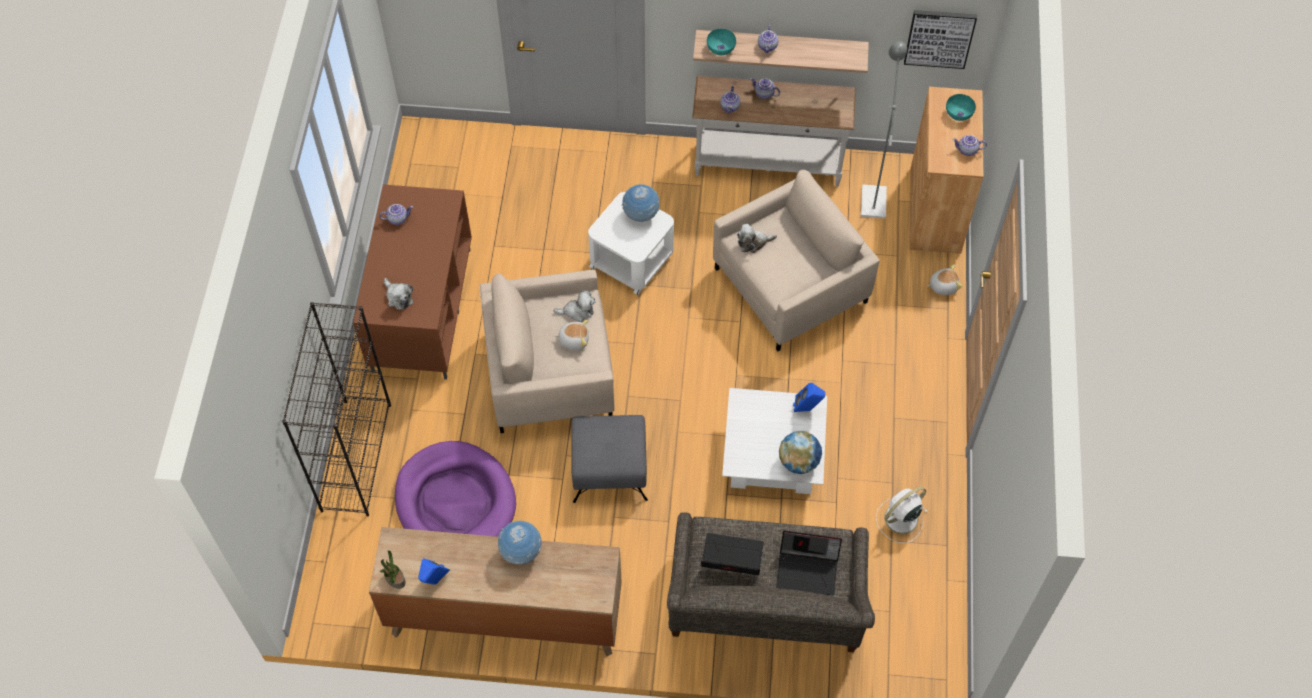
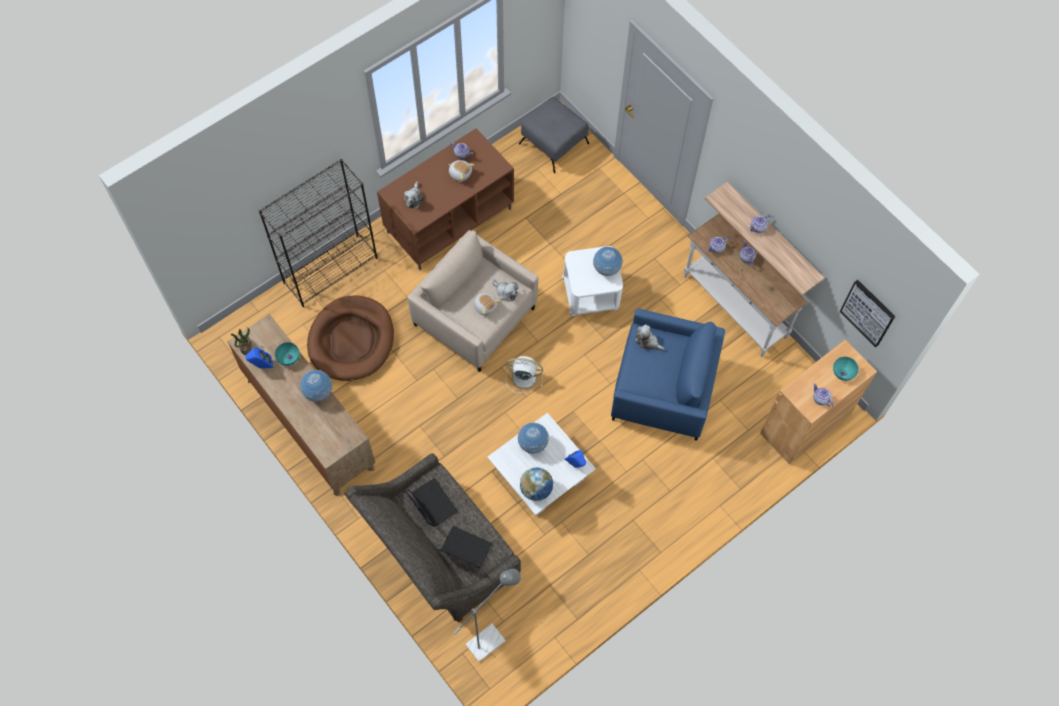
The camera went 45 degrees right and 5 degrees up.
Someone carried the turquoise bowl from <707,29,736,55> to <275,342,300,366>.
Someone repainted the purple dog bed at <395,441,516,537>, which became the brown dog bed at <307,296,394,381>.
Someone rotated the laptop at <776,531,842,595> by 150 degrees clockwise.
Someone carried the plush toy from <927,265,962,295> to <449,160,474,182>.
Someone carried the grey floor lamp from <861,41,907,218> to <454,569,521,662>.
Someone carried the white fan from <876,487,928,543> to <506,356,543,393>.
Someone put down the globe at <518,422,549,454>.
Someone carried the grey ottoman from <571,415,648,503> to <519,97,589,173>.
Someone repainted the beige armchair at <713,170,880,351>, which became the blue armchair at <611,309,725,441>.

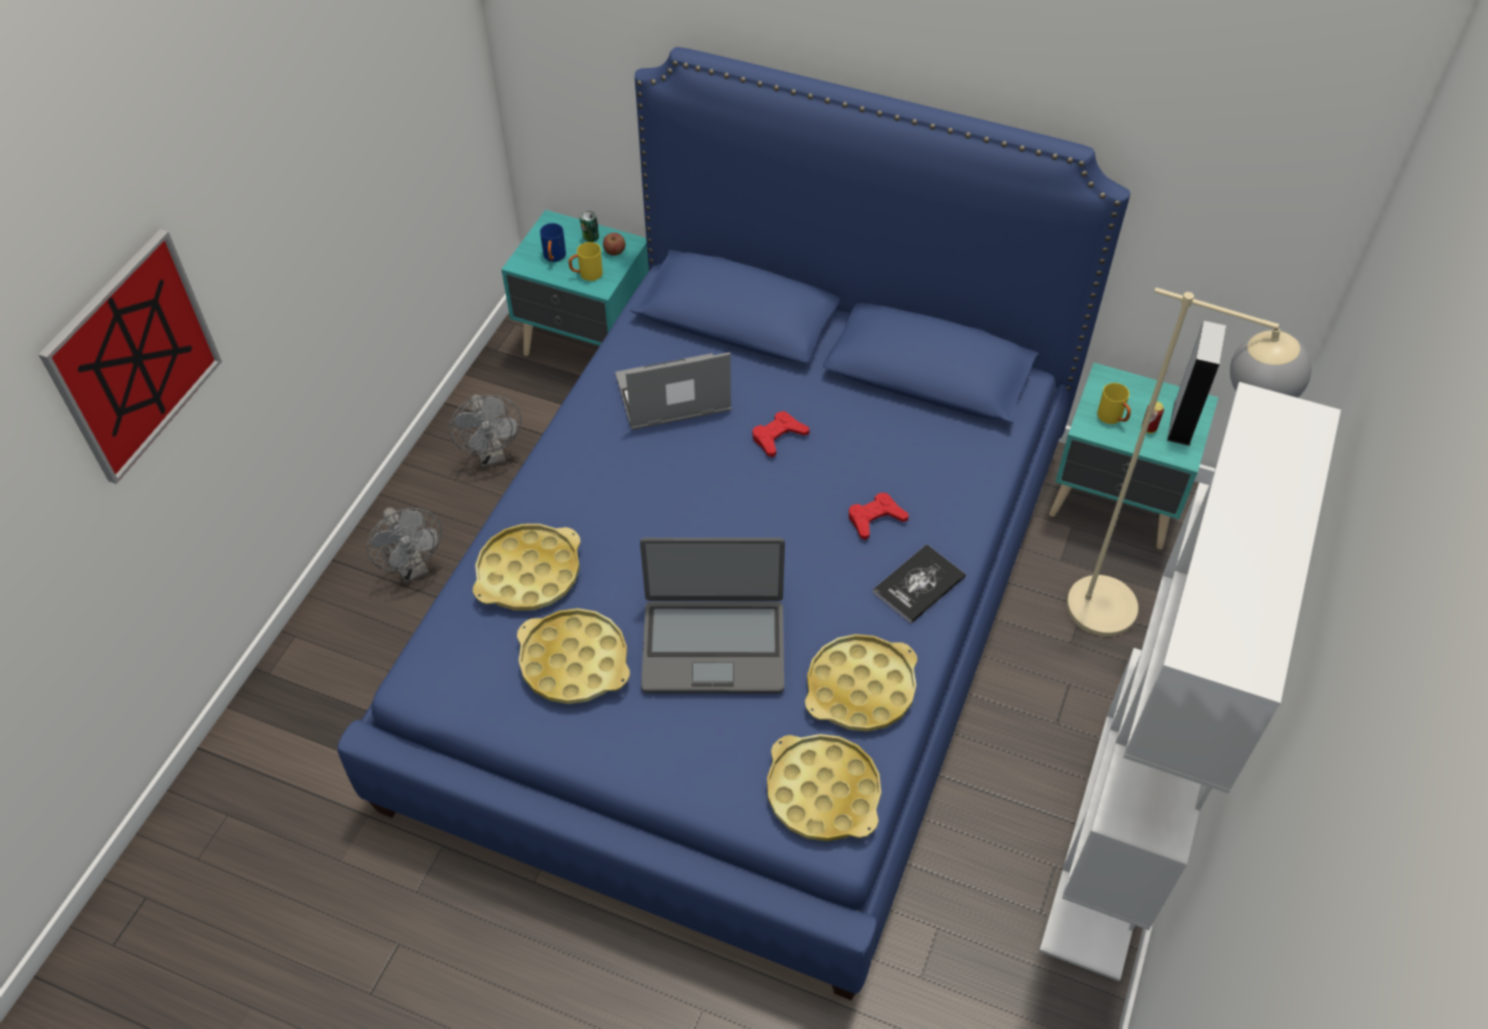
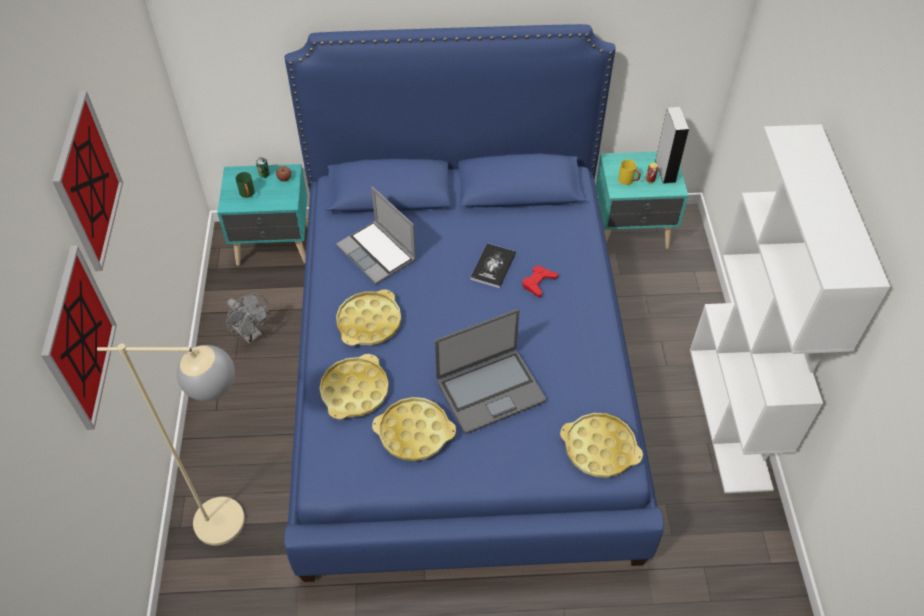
The camera went 25 degrees left and 0 degrees up.
Someone put up the picture at <52,91,123,271>.
Someone carried the beige floor lamp from <1067,288,1312,637> to <97,344,245,546>.
Someone repainted the blue mug at <540,223,566,262>, which became the green mug at <235,172,255,198>.
Someone rotated the laptop at <615,352,731,430> by 90 degrees counterclockwise.
Someone carried the yellow tray from <805,634,917,732> to <336,289,401,346>.
Someone carried the book from <873,544,966,624> to <470,243,516,288>.
Someone took away the grey fan at <367,508,442,583>.
Someone took away the yellow mug at <569,242,603,281>.
Someone took away the red game controller at <752,411,810,457>.

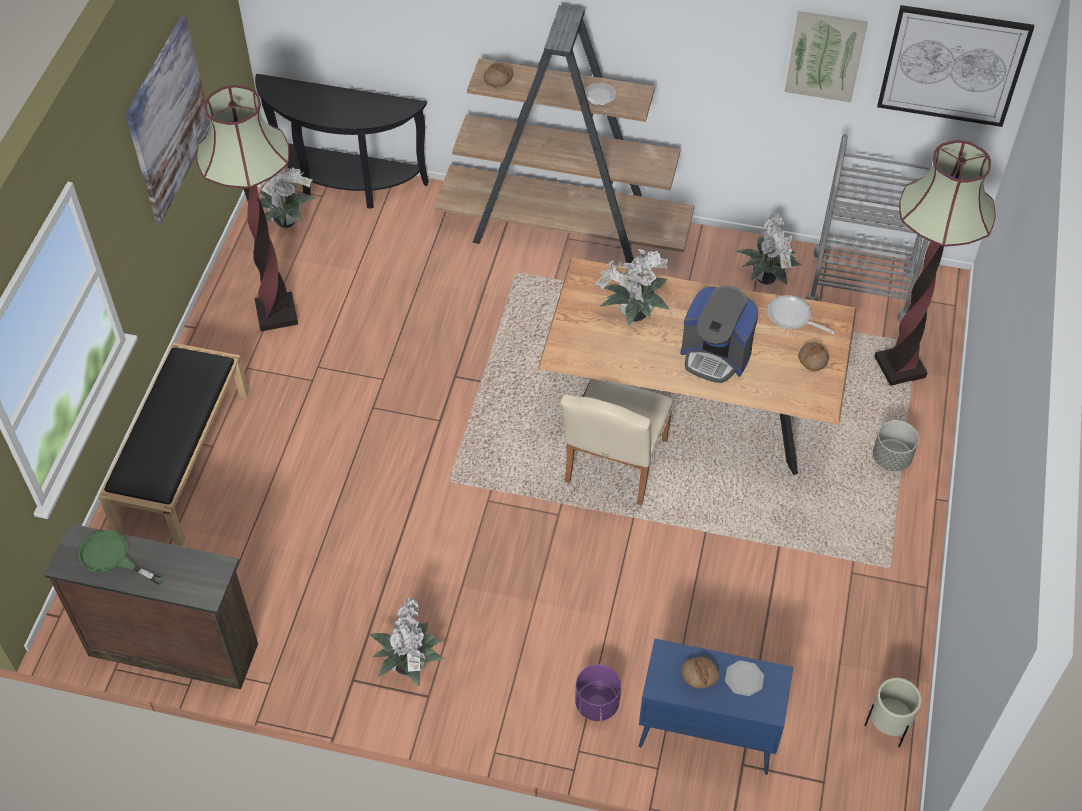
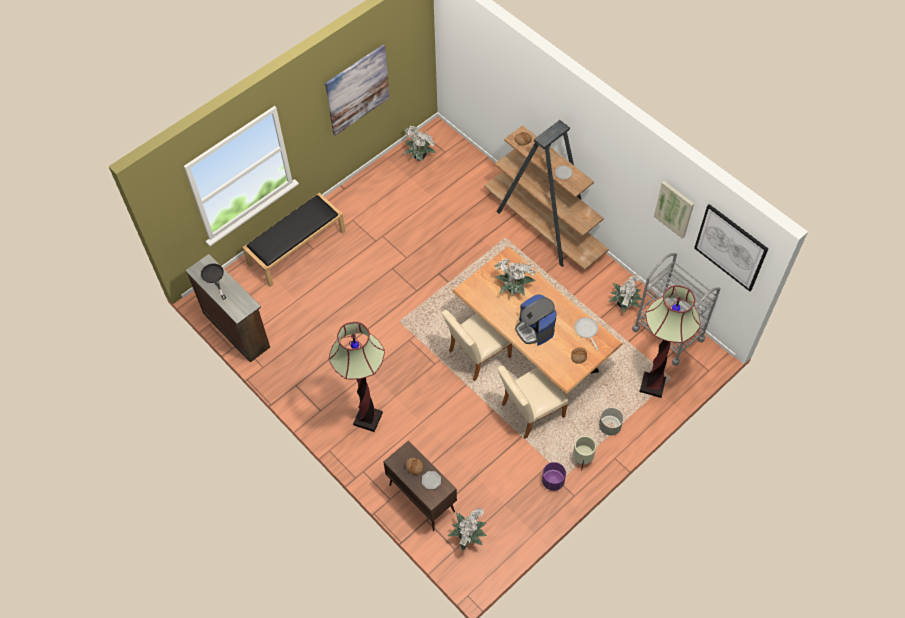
The camera went 35 degrees right and 5 degrees up.
Someone repainted the green frying pan at <78,530,163,585>, which became the black frying pan at <201,264,226,300>.
Someone carried the floor lamp from <196,85,298,331> to <329,322,385,432>.
Someone repainted the blue cabinet at <639,639,793,775>, which became the brown cabinet at <383,440,457,531>.
Someone carried the potted plant from <369,598,444,687> to <448,508,487,552>.
Someone put down the beige chair at <497,366,568,439>.
Someone carried the purple planter from <575,664,621,721> to <542,462,566,491>.
Someone carried the beige planter from <865,678,922,747> to <573,436,596,471>.
Someone took away the black console table at <255,74,429,209>.

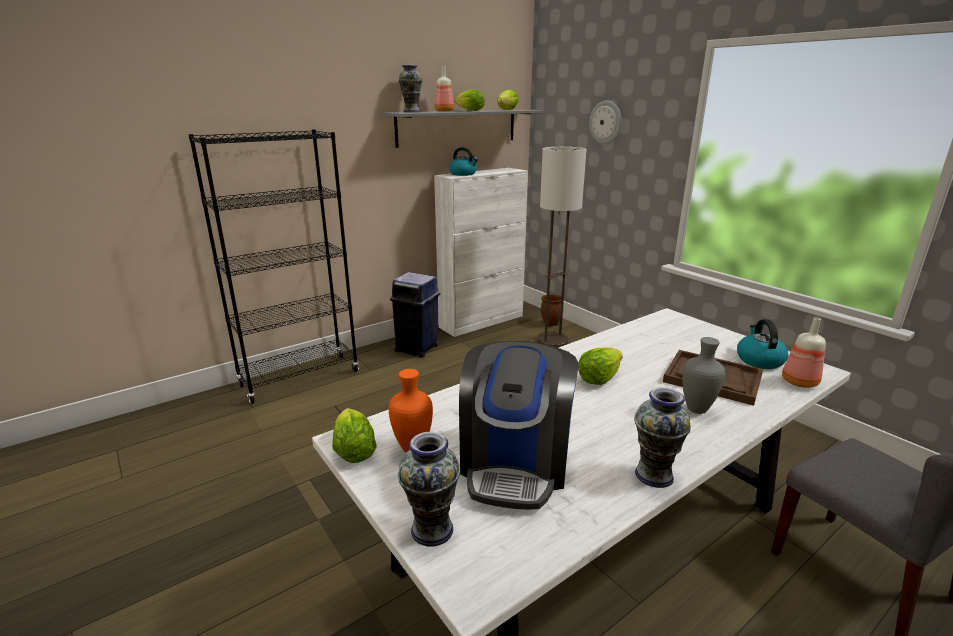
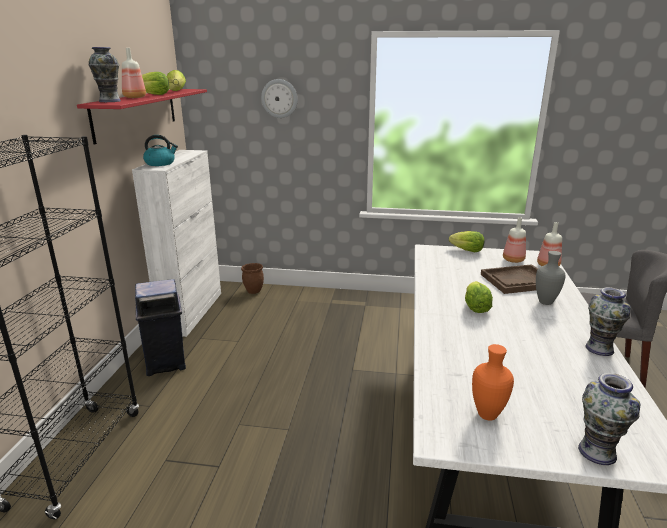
The camera went 45 degrees left and 0 degrees up.
Someone repainted the grey shelf at <382,109,543,148>, which became the red shelf at <77,89,207,145>.
Someone carried the lettuce from <332,408,377,463> to <449,231,485,252>.
Someone swapped the kettle at <737,319,788,369> for the bottle at <503,217,526,263>.
Someone took away the coffee machine at <459,341,578,510>.
Someone took away the floor lamp at <537,147,587,347>.

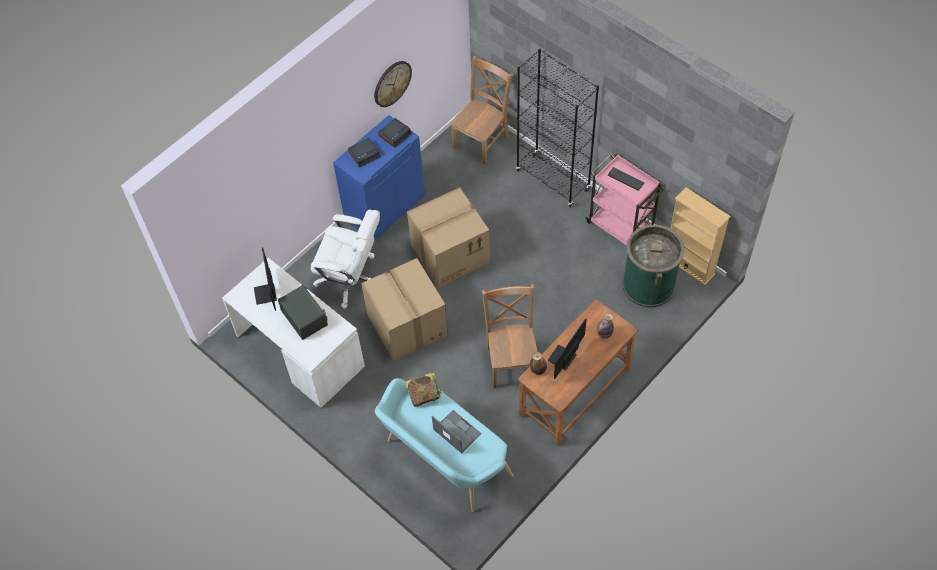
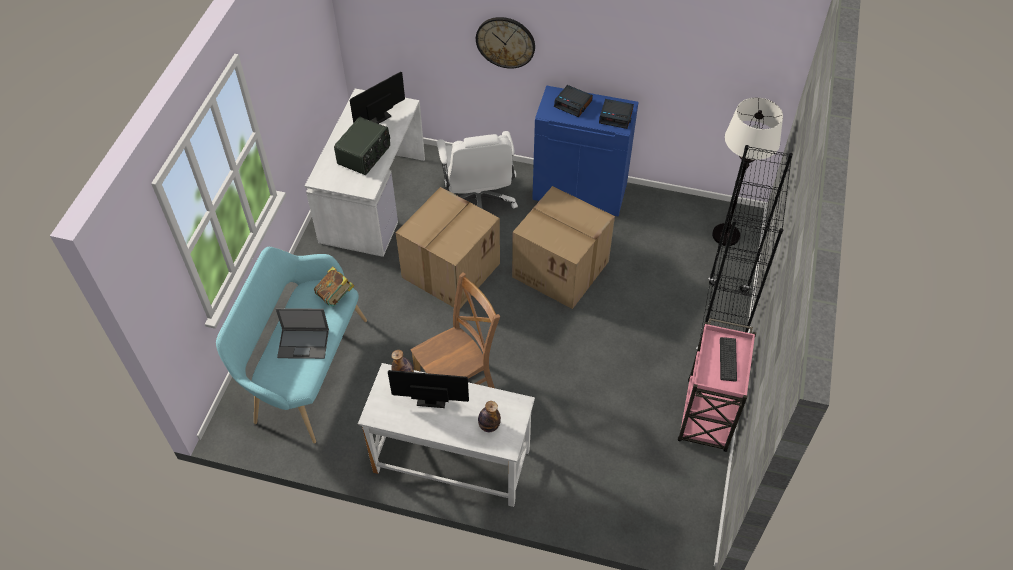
The camera went 60 degrees right and 5 degrees down.
Someone rotated the laptop at <432,410,482,453> by 75 degrees clockwise.
Someone repainted the brown desk at <517,299,639,446>, which became the white desk at <358,363,535,507>.
Someone carried the wall clock from <374,61,412,107> to <476,17,535,69>.
Someone swapped the brown chair at <450,56,513,165> for the white floor lamp at <712,97,783,246>.
Someone took away the green trash can at <623,225,684,308>.
Someone took away the beige bookcase at <670,187,731,285>.

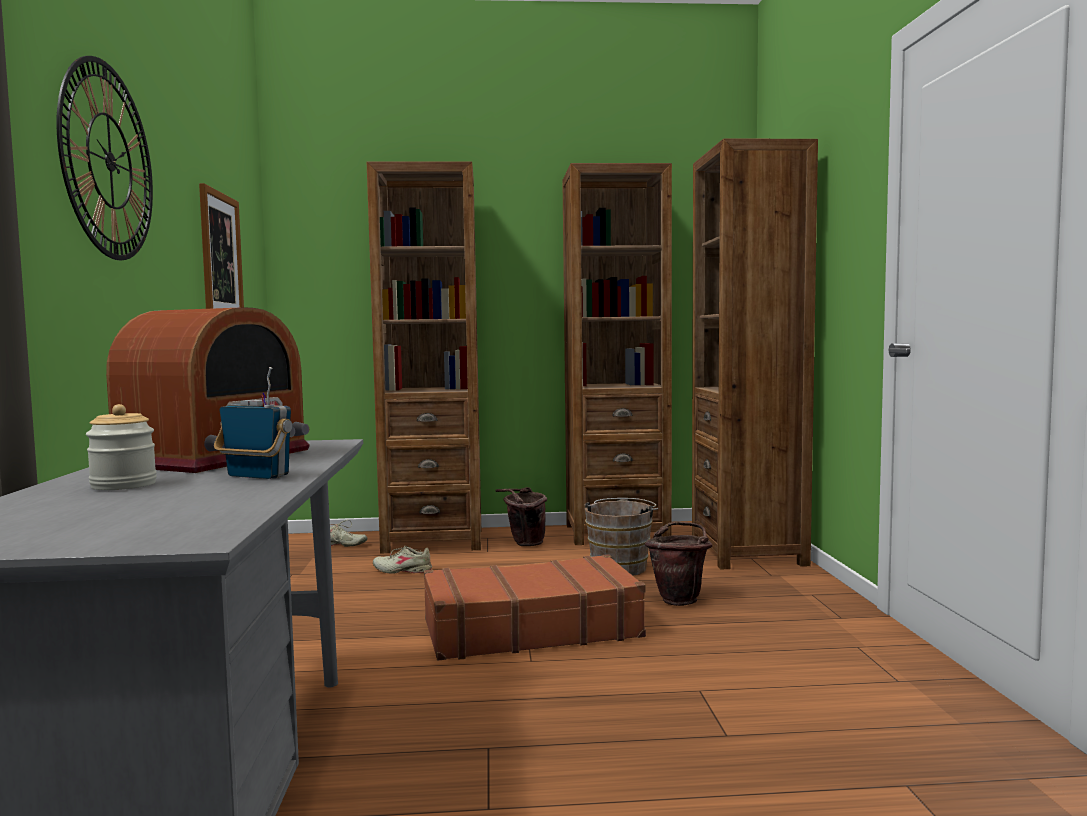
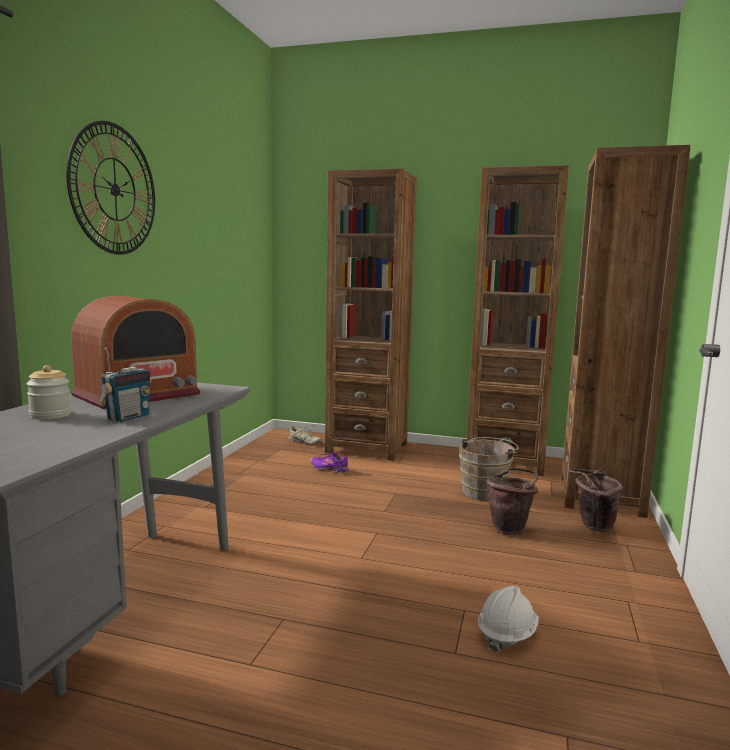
The camera went 20 degrees right and 5 degrees up.
Someone rotated the radio at <214,367,292,479> by 75 degrees clockwise.
Someone repainted the beige shoe at <373,546,432,574>, which became the purple shoe at <311,452,349,473>.
Someone put down the white hard hat at <478,586,539,652>.
Someone carried the brown bucket from <495,487,547,546> to <567,469,623,532>.
Someone took away the picture at <199,183,244,309>.
Someone took away the brown suitcase at <424,554,646,661>.

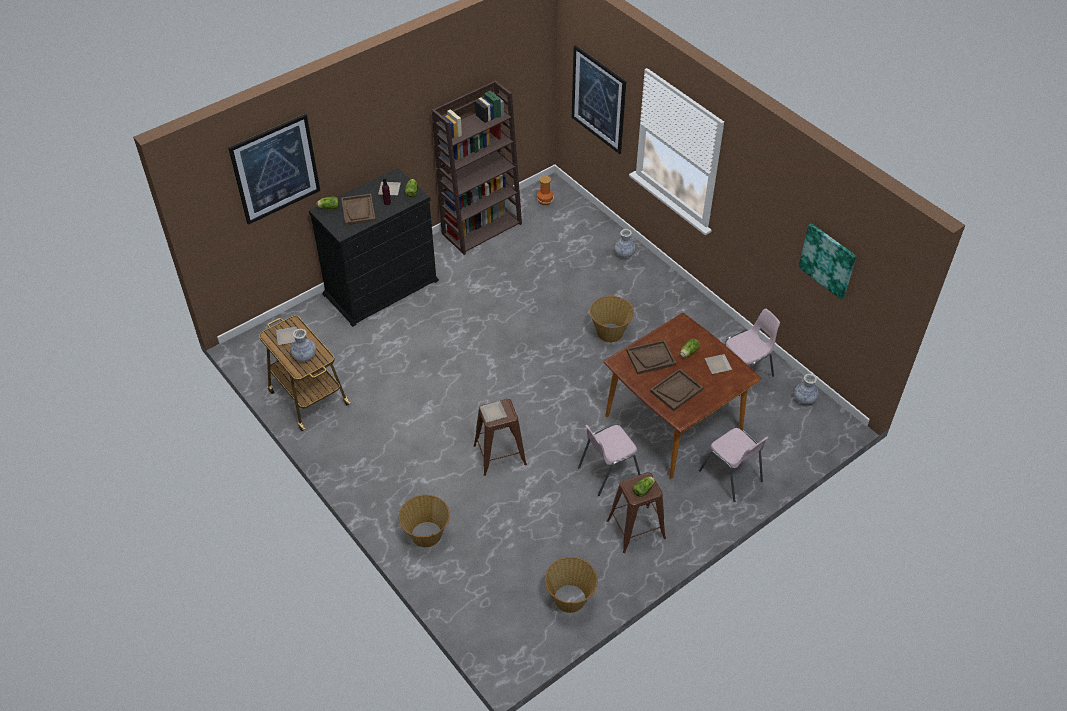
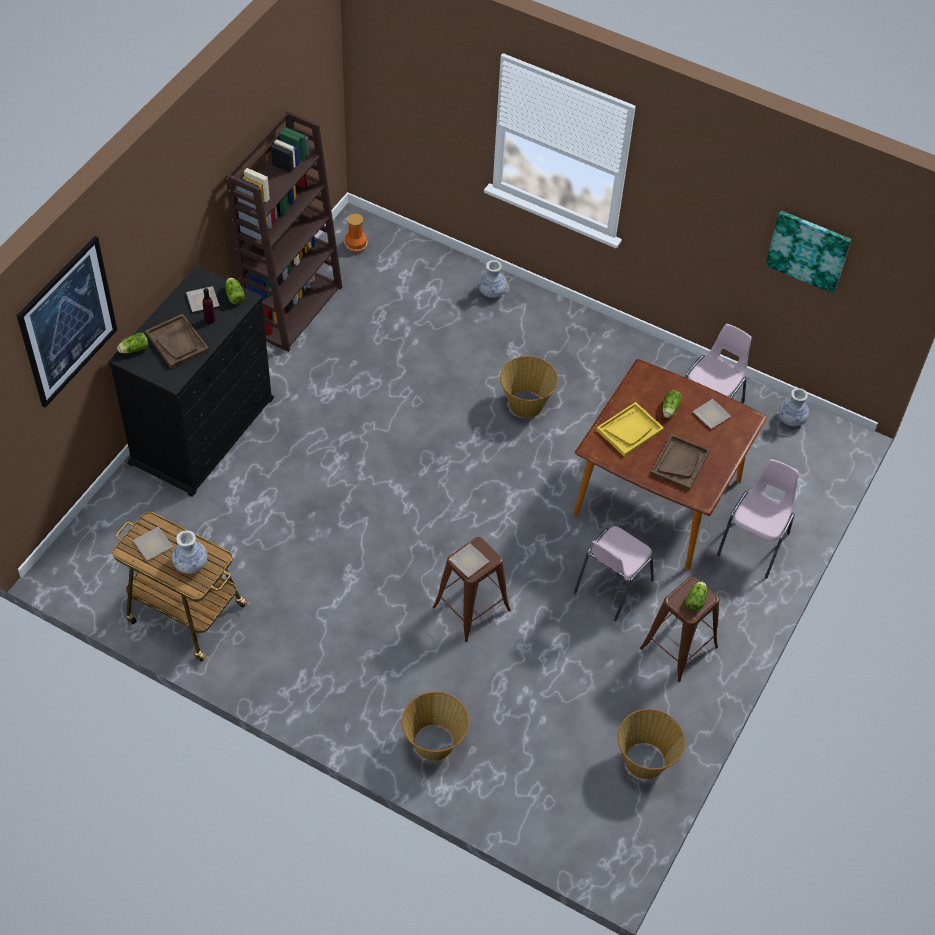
The camera went 25 degrees left and 5 degrees up.
Someone repainted the brown tray at <626,340,676,375>, which became the yellow tray at <596,402,664,457>.
Someone rotated the pink chair at <699,428,768,502> by 90 degrees counterclockwise.
Someone took away the picture at <572,45,627,154>.

